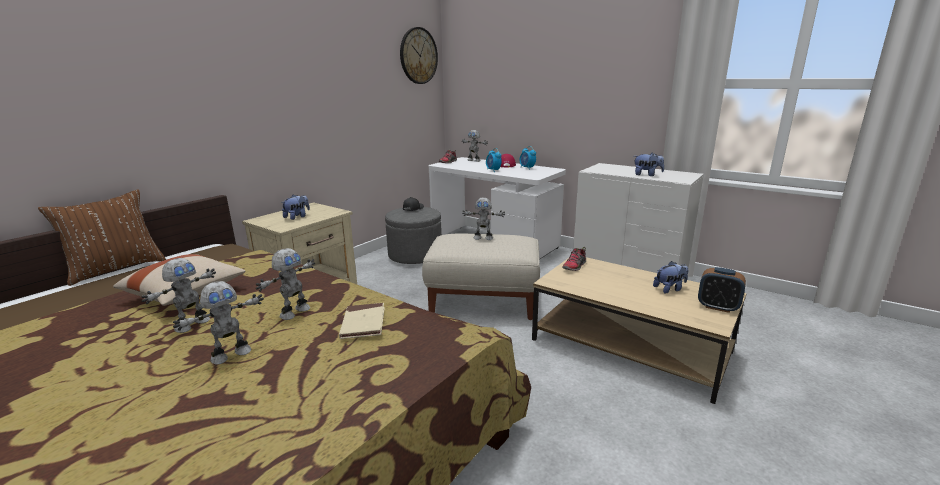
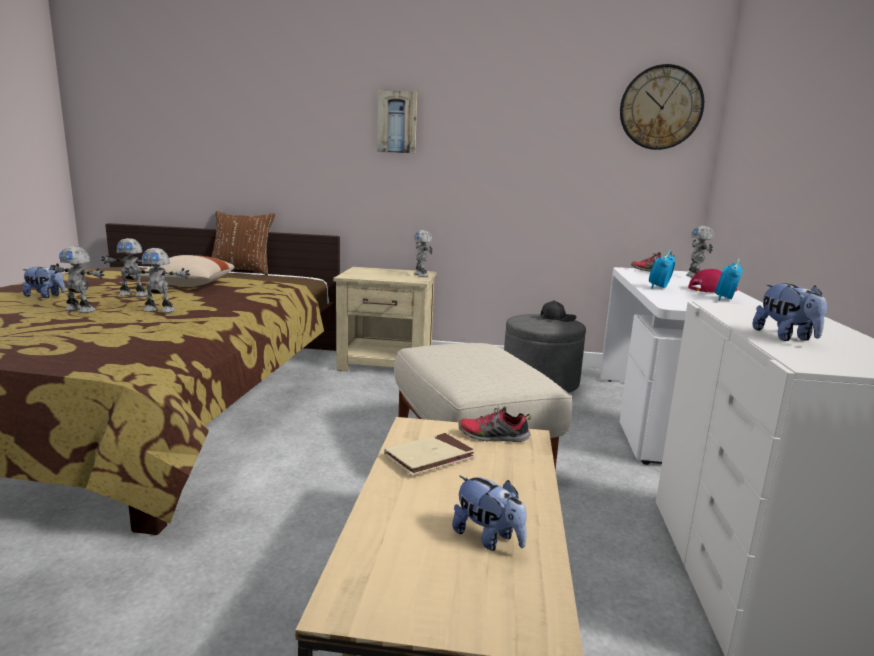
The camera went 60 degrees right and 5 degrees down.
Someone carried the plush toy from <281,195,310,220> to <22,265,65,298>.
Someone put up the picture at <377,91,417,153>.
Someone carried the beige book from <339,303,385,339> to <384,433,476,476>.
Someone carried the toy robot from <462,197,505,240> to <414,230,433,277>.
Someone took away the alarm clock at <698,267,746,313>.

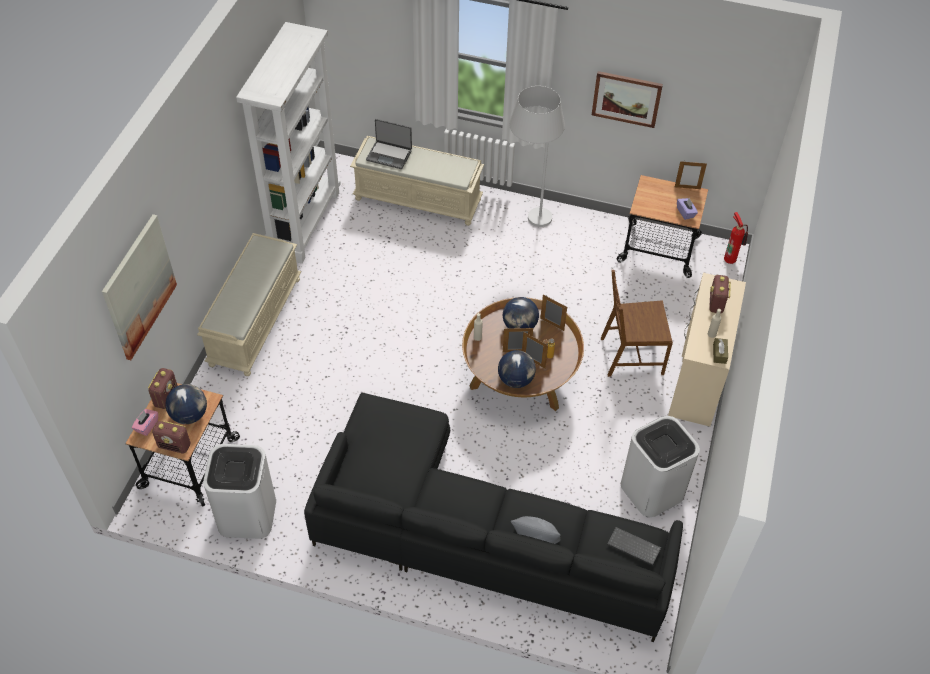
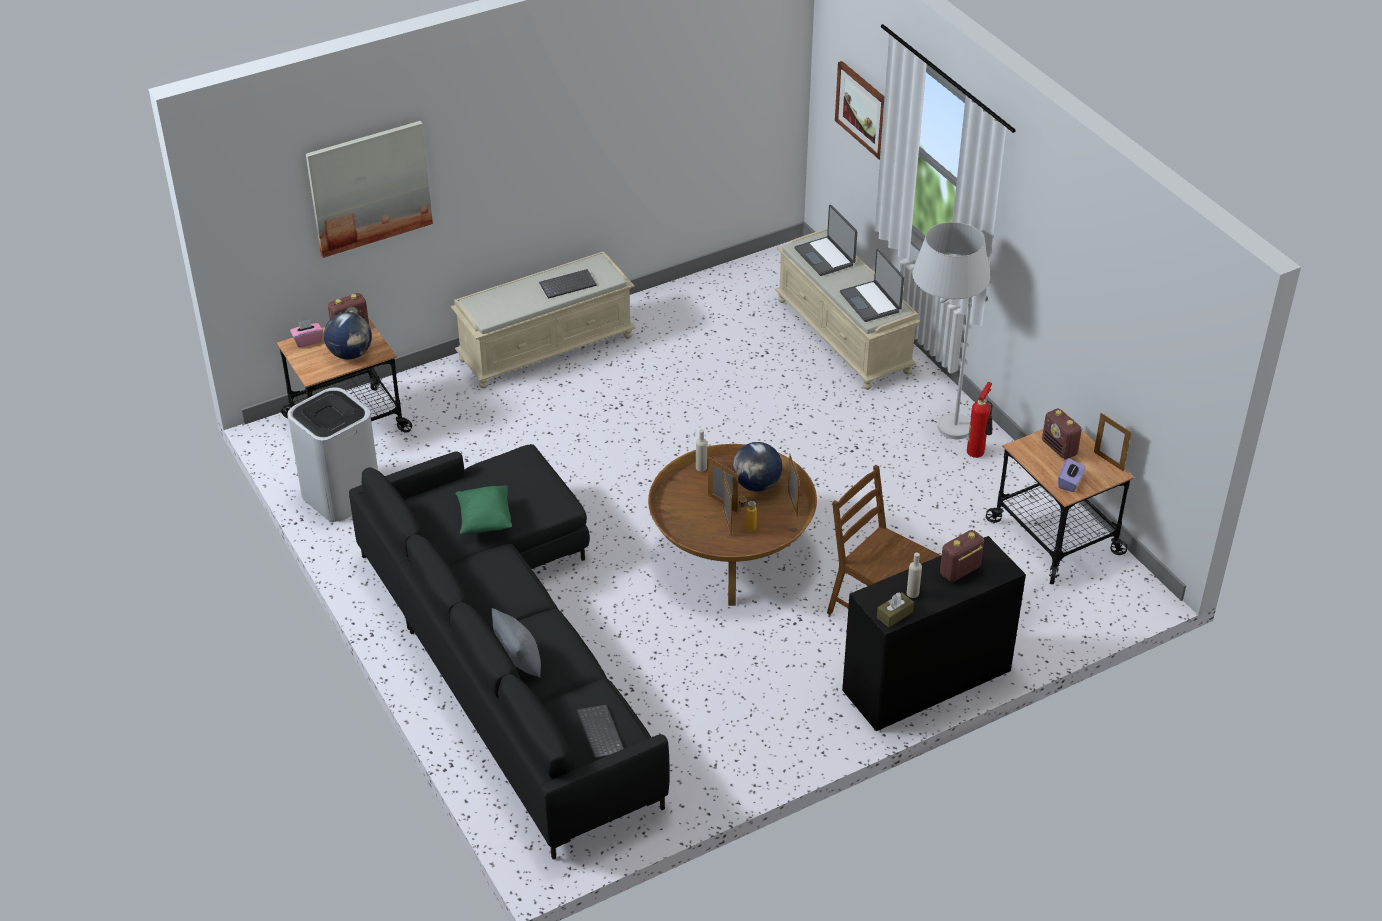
The camera went 45 degrees right and 10 degrees down.
Someone put down the green pillow at <455,486,512,534>.
Someone put down the keyboard at <539,269,597,299>.
Someone carried the picture from <592,71,663,128> to <835,61,885,160>.
Someone put down the laptop at <840,249,904,322>.
Someone repainted the beige desk at <668,273,746,426>, which became the black desk at <842,536,1026,731>.
Someone carried the fire extinguisher from <724,212,748,264> to <967,382,993,458>.
Someone carried the radio from <152,421,191,454> to <1042,408,1083,459>.
Someone took away the white bookcase at <236,22,341,264>.
Someone took away the globe at <498,350,536,388>.
Someone took away the white trash can at <621,416,700,517>.

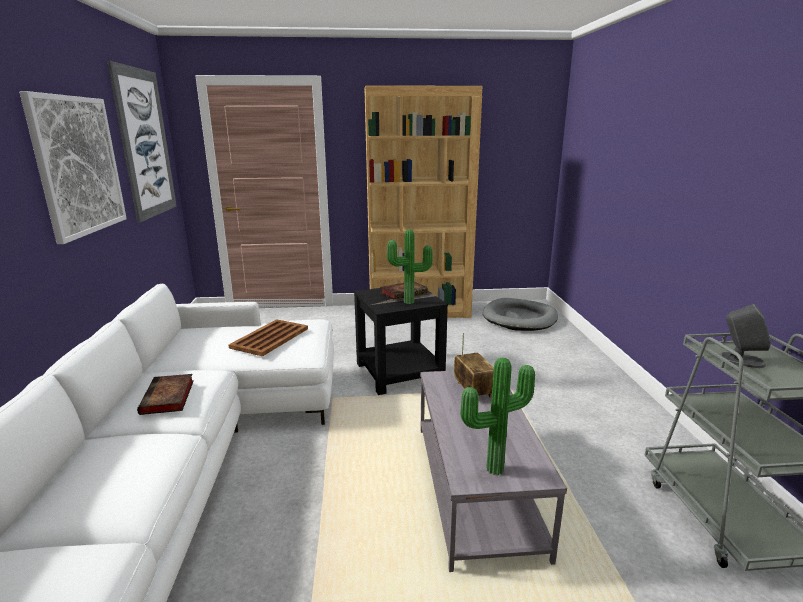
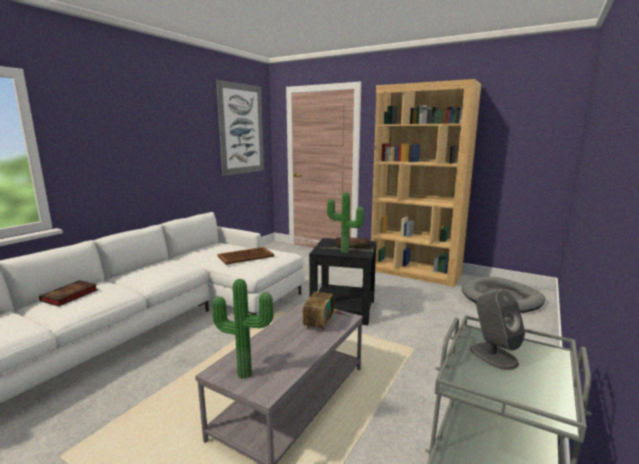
The camera went 35 degrees right and 5 degrees down.
Someone carried the book from <137,374,194,415> to <39,280,98,307>.
Someone took away the picture at <19,91,127,244>.

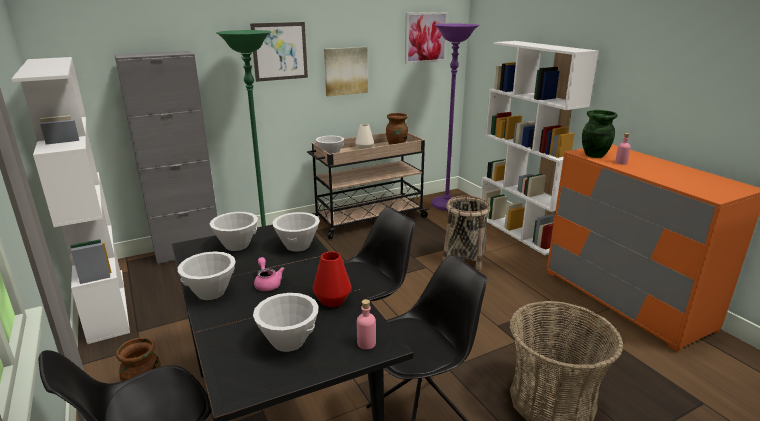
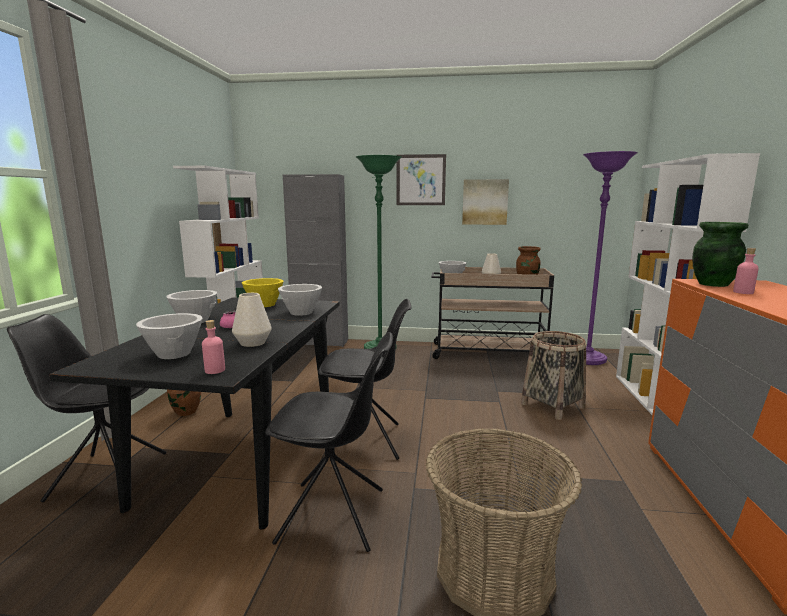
The camera went 35 degrees right and 10 degrees down.
Someone repainted the red vase at <313,251,352,307>, which became the white vase at <232,293,272,347>.
Someone repainted the white bowl at <210,212,258,251>, which became the yellow bowl at <242,278,284,307>.
Someone took away the picture at <405,12,448,64>.

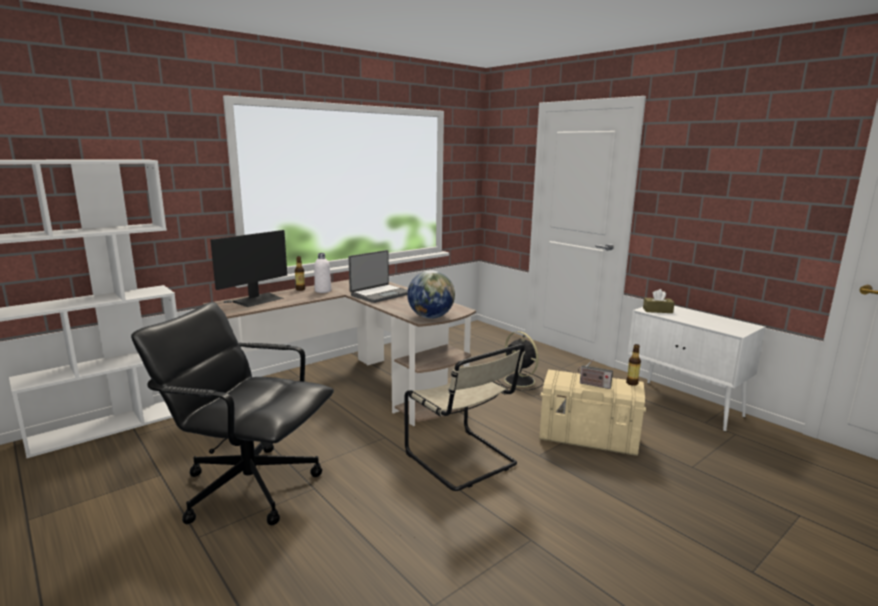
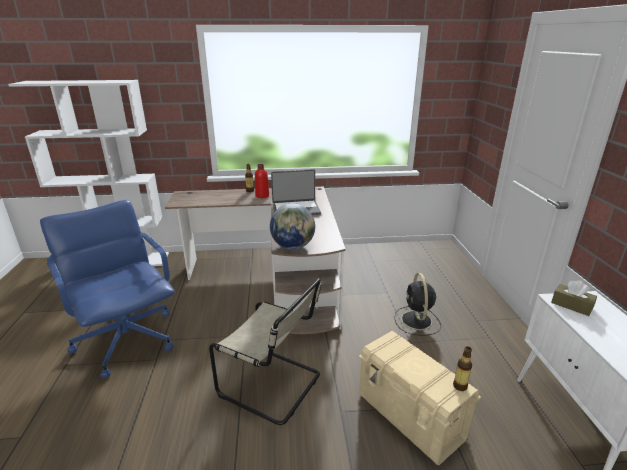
The camera went 35 degrees right and 10 degrees up.
Someone repainted the black office chair at <131,302,334,525>, which became the blue office chair at <40,200,175,378>.
Someone rotated the beige chair at <404,344,525,491> by 60 degrees counterclockwise.
Someone repainted the white bottle at <314,253,331,293>, which became the red bottle at <255,164,269,198>.
Someone took away the monitor at <210,230,287,307>.
Someone took away the radio at <578,359,613,389>.

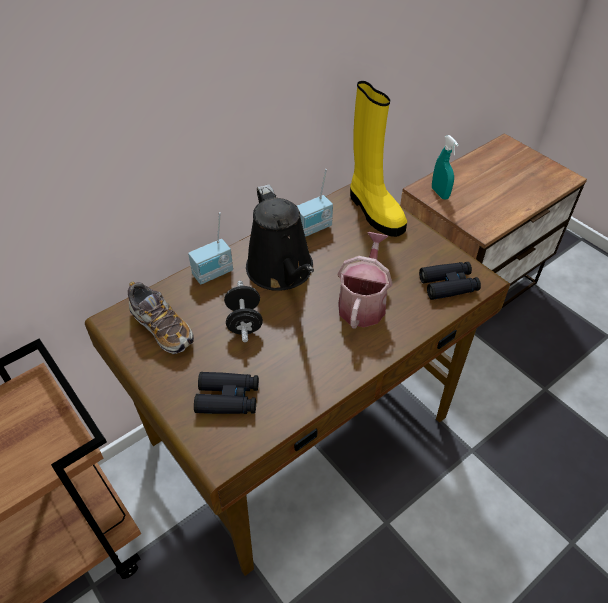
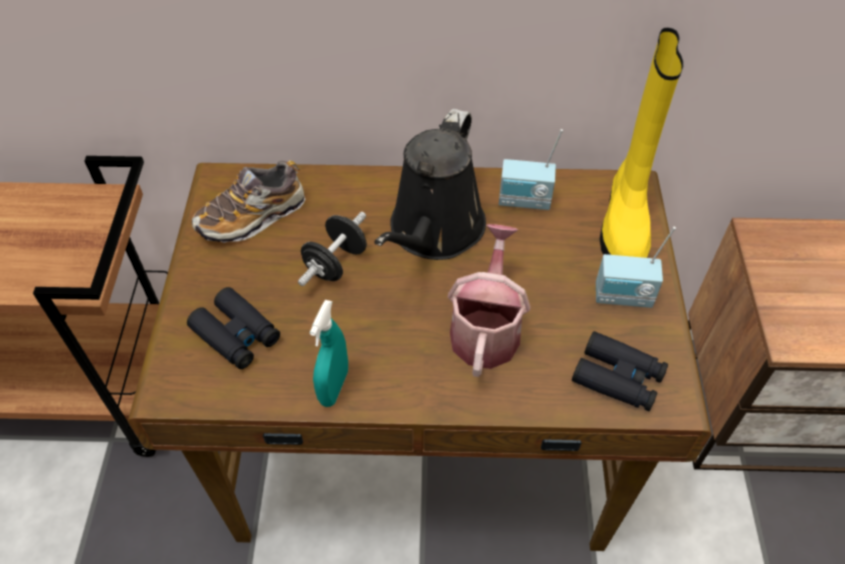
The camera went 40 degrees right and 5 degrees up.
Someone rotated the shoe at <128,281,194,354> by 60 degrees clockwise.
Someone carried the turquoise spray bottle from <432,135,459,199> to <310,300,348,407>.
Someone rotated the watering can at <337,232,393,329> by 45 degrees counterclockwise.
Someone carried the radio from <188,212,233,285> to <596,227,676,308>.

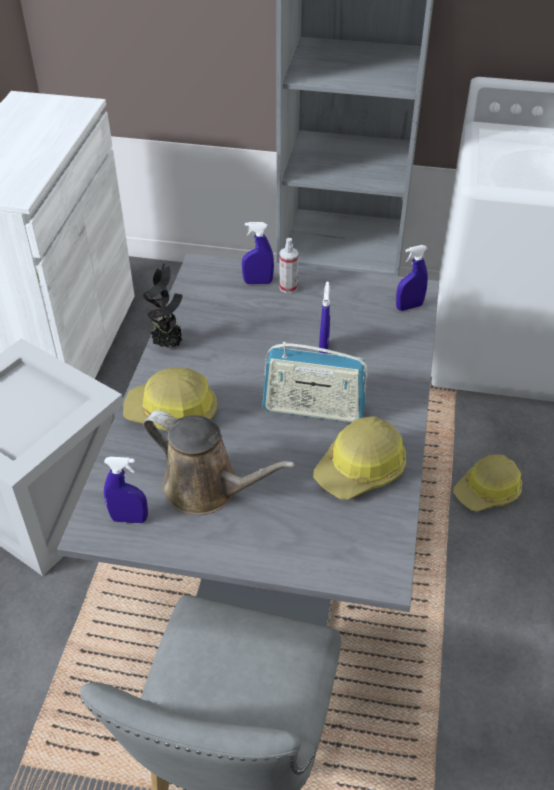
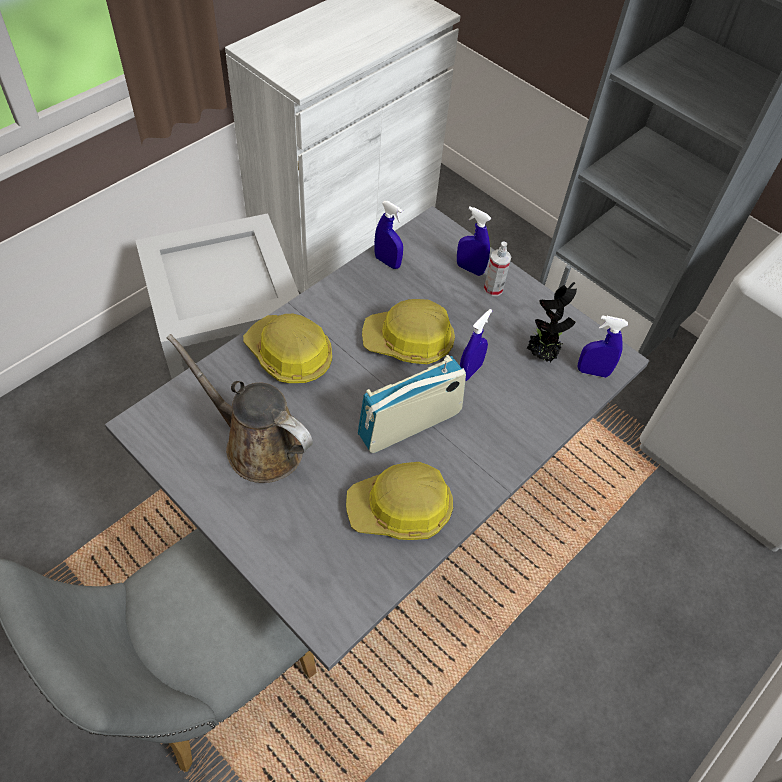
The camera went 30 degrees right and 10 degrees up.
Someone rotated the brown watering can at <143,410,296,515> by 150 degrees clockwise.
Someone rotated the radio at <262,342,368,423> by 105 degrees clockwise.
Someone carried the hard hat from <453,455,522,511> to <362,299,455,364>.
Someone carried the blue spray bottle from <104,457,148,523> to <374,201,403,269>.
Someone carried the potted plant from <143,263,183,347> to <527,282,577,362>.

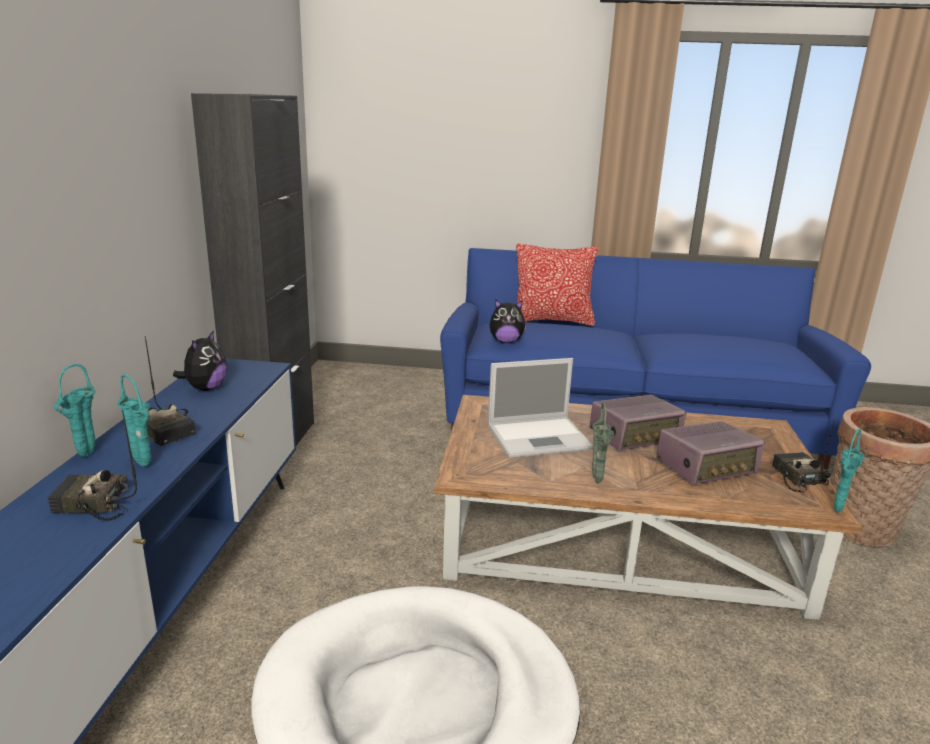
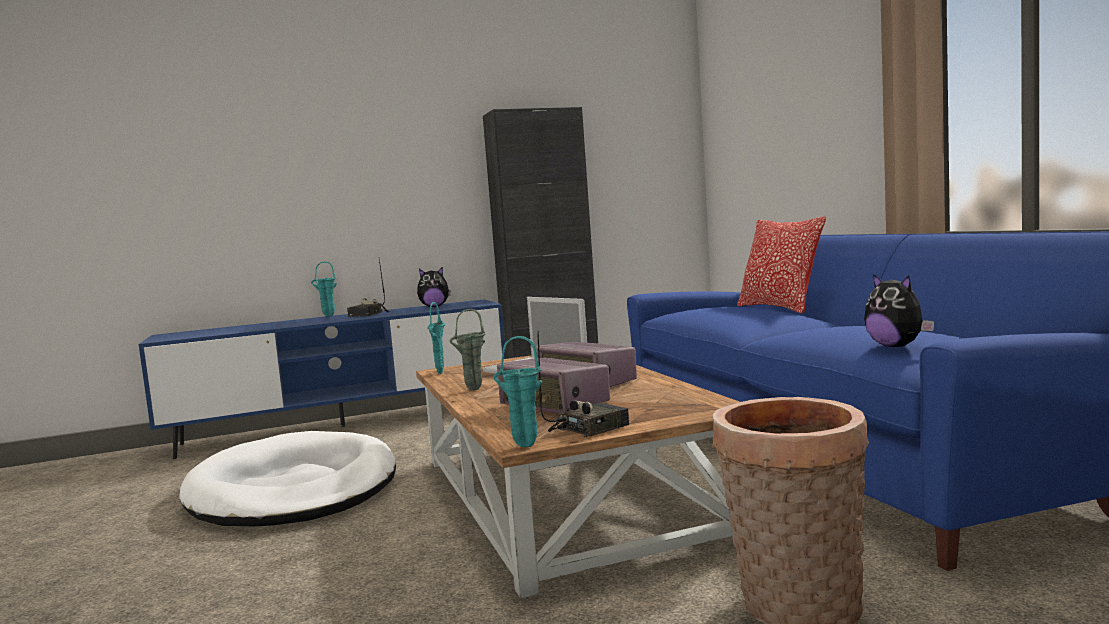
The camera went 65 degrees right and 15 degrees down.
Someone carried the turquoise vase from <117,374,151,467> to <427,302,446,374>.
Someone carried the plush toy from <489,300,527,343> to <864,274,934,347>.
Someone took away the radio at <48,410,137,521>.

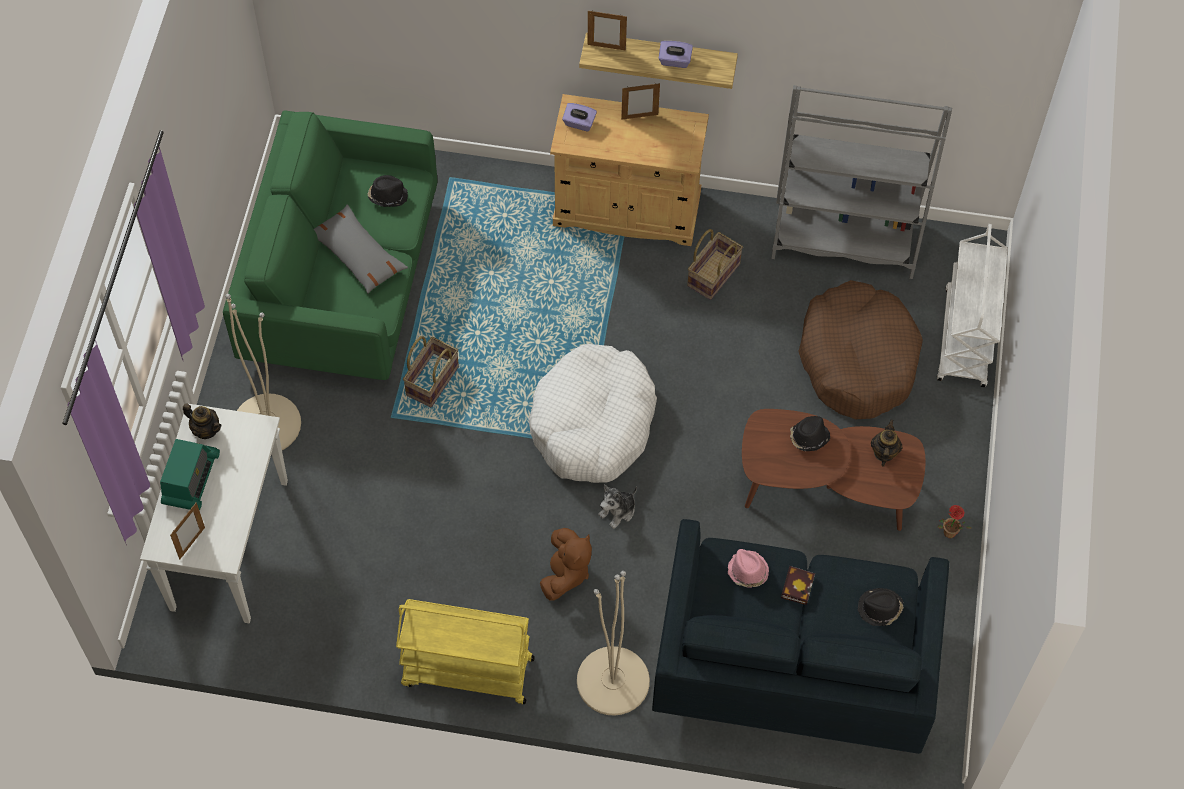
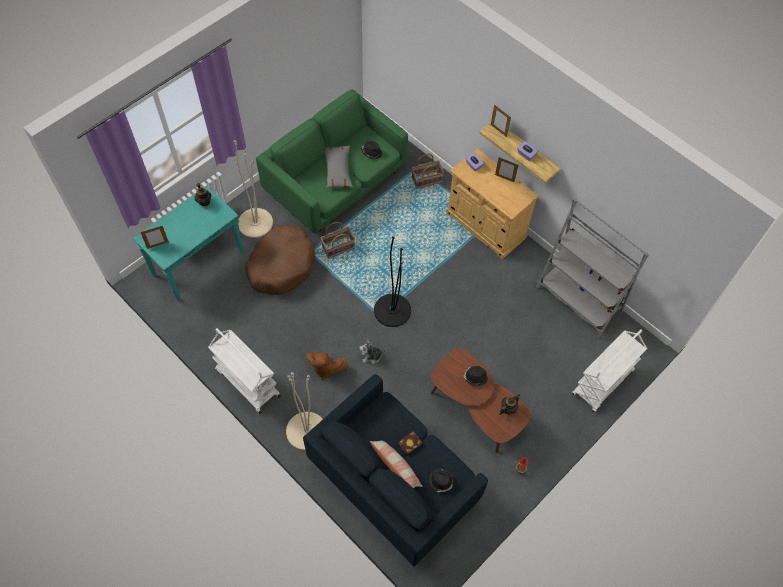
The camera went 35 degrees right and 0 degrees up.
Someone repainted the white console table at <140,403,288,624>, which became the turquoise console table at <133,186,244,301>.
Someone repainted the yellow cart at <396,599,535,704>, which became the white cart at <208,328,281,414>.
Someone carried the brown dog bed from <798,280,923,419> to <245,224,315,295>.
Someone rotated the brown plush toy at <540,528,592,601> by 60 degrees clockwise.
Someone put down the pillow at <370,440,423,488>.
Someone swapped the white dog bed at <528,344,657,483> for the black floor lamp at <374,234,411,327>.
Someone carried the basket from <687,229,743,300> to <412,153,444,189>.
Someone took away the radio at <160,439,220,510>.
Someone took away the pink hat at <728,549,769,587>.

